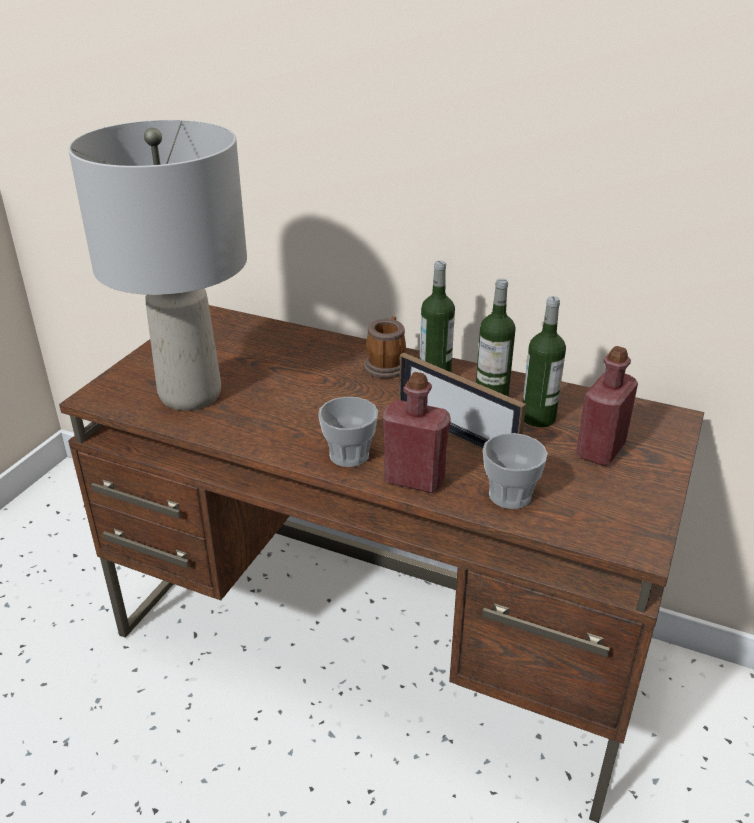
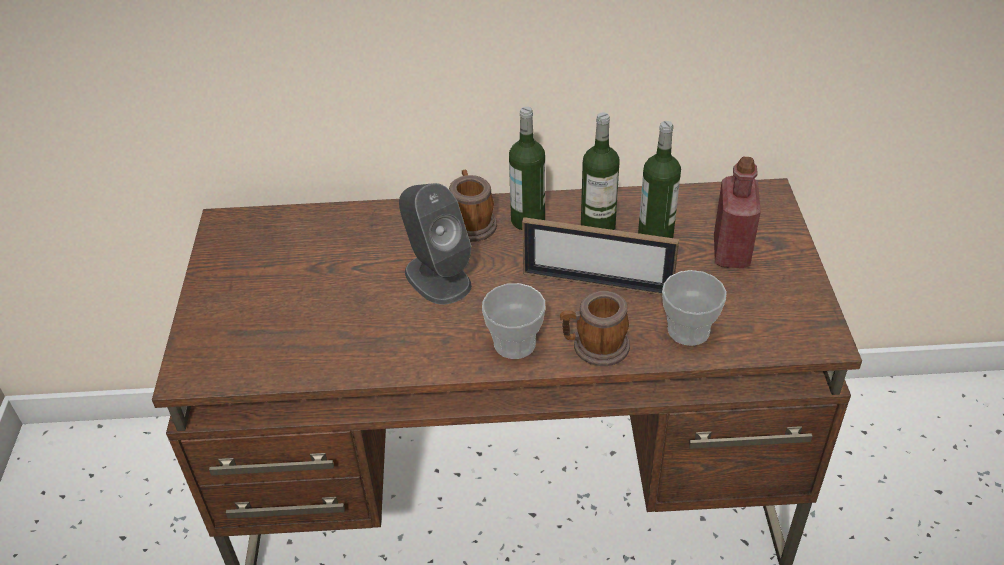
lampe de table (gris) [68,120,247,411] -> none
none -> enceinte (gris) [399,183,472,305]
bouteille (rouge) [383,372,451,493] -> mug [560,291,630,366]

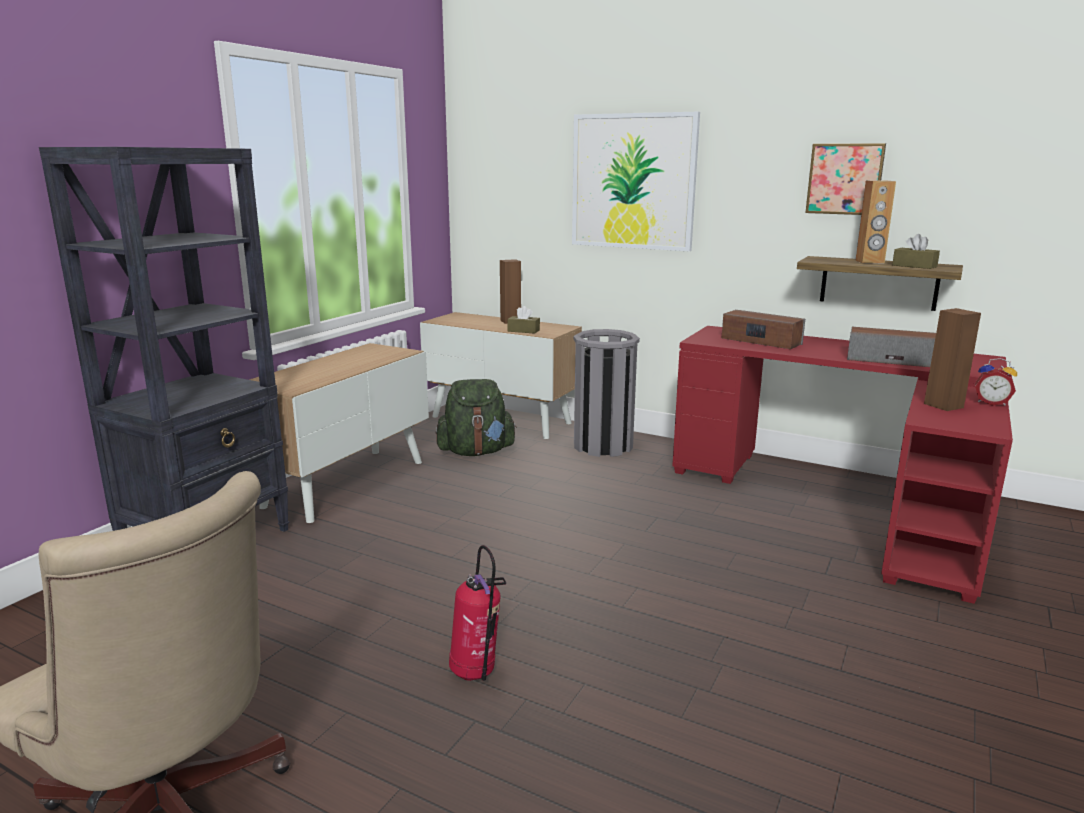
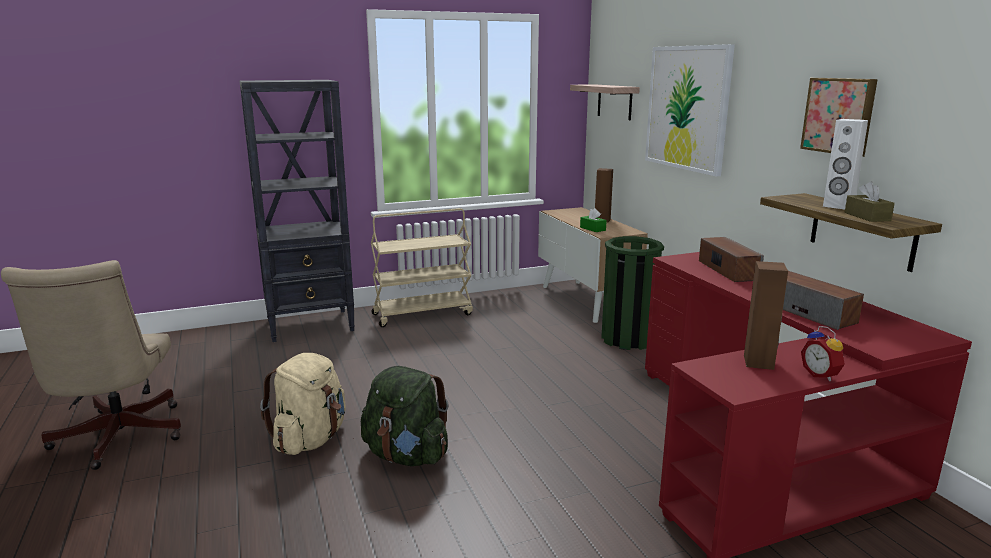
none -> étagère [570,84,640,120]
sac à dos (vert) [436,379,517,456] -> sac à dos (vert) [361,366,449,466], moved
meuble de rangement [249,343,429,523] -> chariot (beige) [371,208,473,327]
extincteur [449,545,506,681] -> sac à dos (beige) [260,353,346,455]
boîte à mouchoirs (marron) [507,306,540,333] -> boîte à mouchoirs (vert) [580,208,607,232]
poubelle (gris) [574,329,640,457] -> poubelle (vert) [601,236,664,350]
enceinte (marron) [855,181,896,263] -> enceinte (blanc) [823,119,868,209]

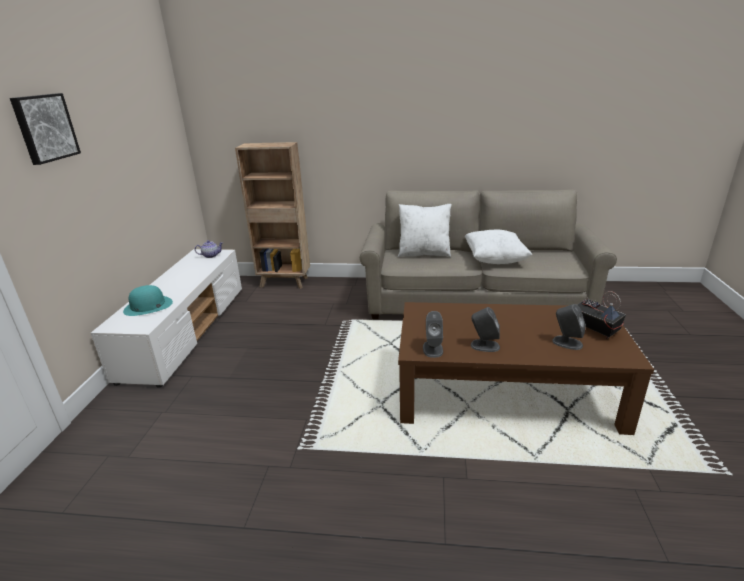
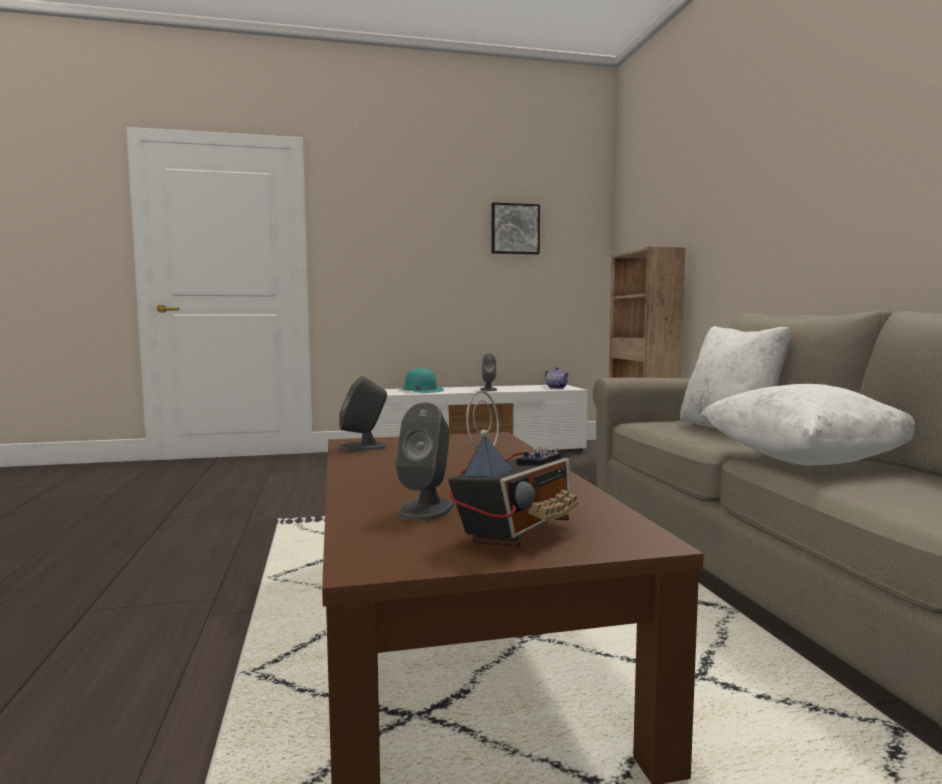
tableau [10,93,81,165] -> tableau [492,203,540,254], moved
enceinte (gris) [471,307,500,352] -> enceinte (gris) [480,354,497,391], moved

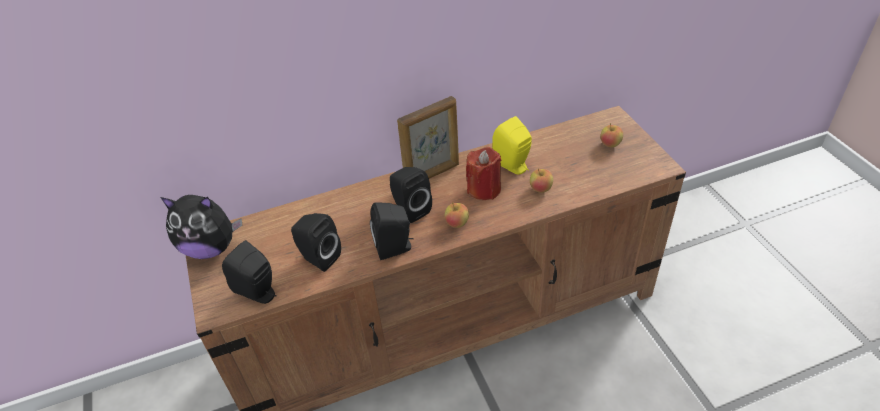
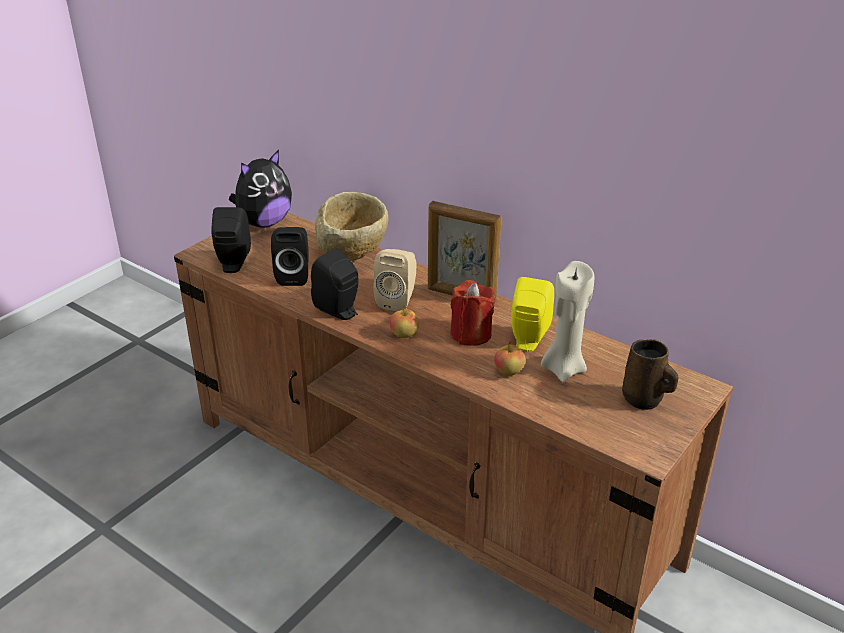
none -> bol (beige) [315,192,389,261]
none -> bougie (beige) [541,261,594,383]
pomme [601,123,623,147] -> mug (marron) [622,339,678,410]
enceinte (noir) [390,167,432,223] -> enceinte (beige) [374,249,416,312]
peluche [160,195,242,259] -> peluche [229,149,292,228], 105 degrees counterclockwise

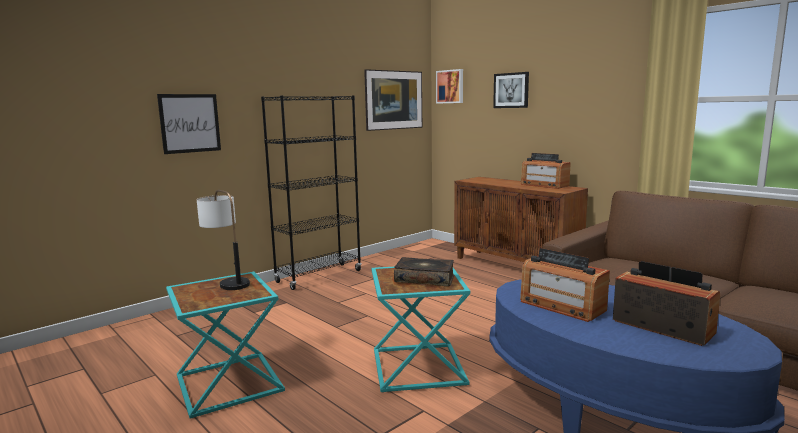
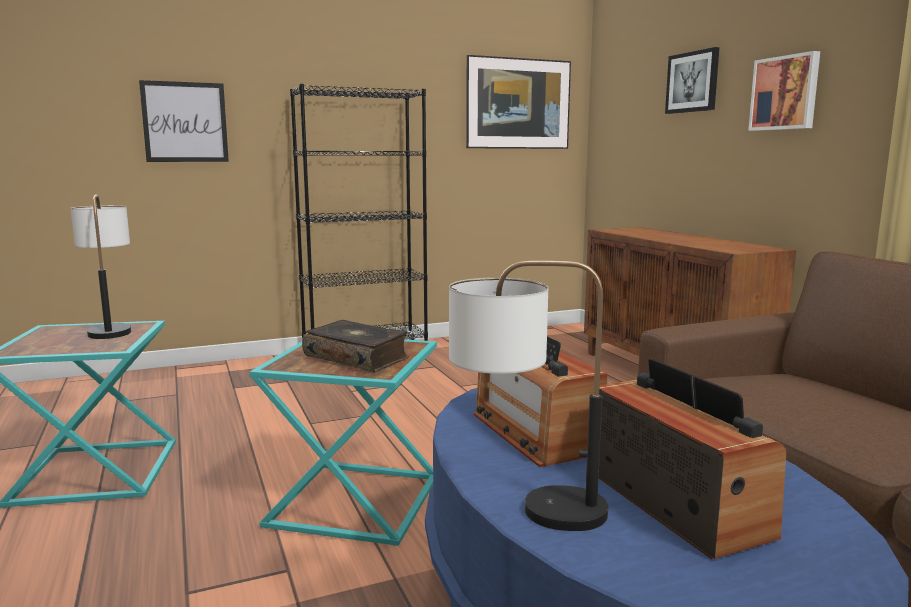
radio [521,153,571,189] -> none
none -> lampe de table [449,260,608,531]
tableau [436,69,463,104] -> tableau [748,51,820,131], moved

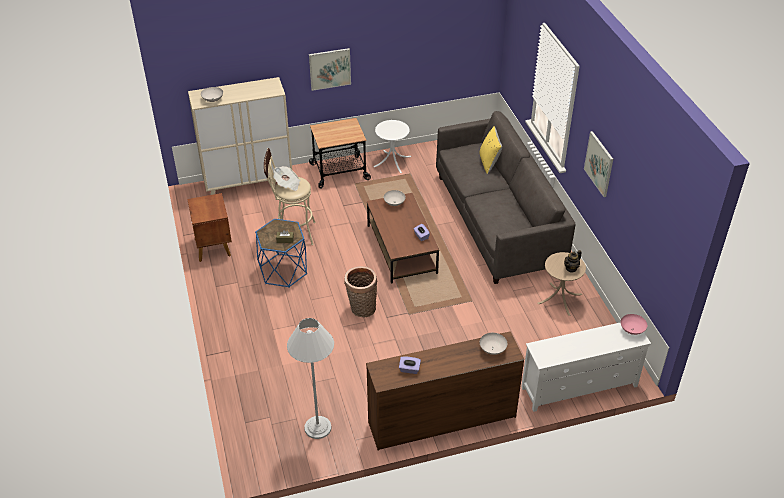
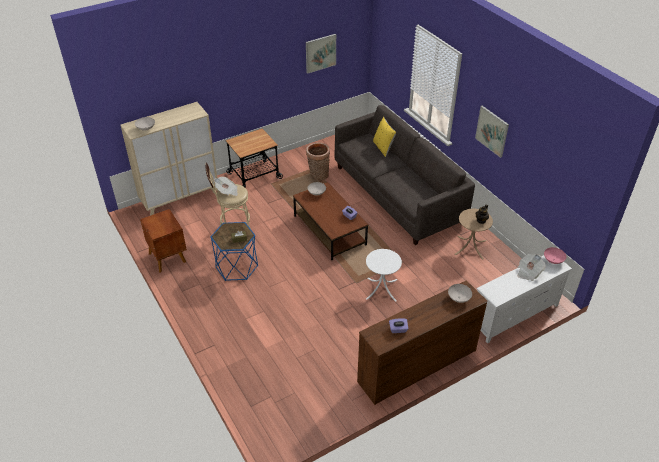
lampadaire (blanc) [287,318,334,439] -> none
none -> journal [517,254,545,281]
tableau [309,48,351,91] -> tableau [306,34,336,74], moved
panier [344,266,377,317] -> panier [306,143,330,180], moved
table d'appoint (blanc) [373,120,411,173] -> table d'appoint (blanc) [366,249,402,302], moved

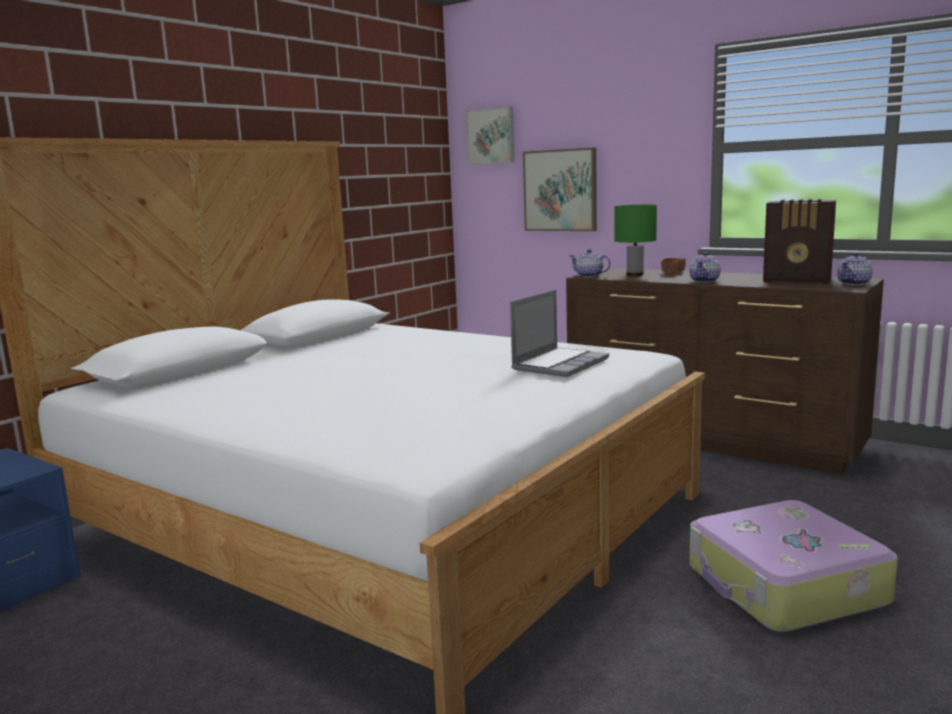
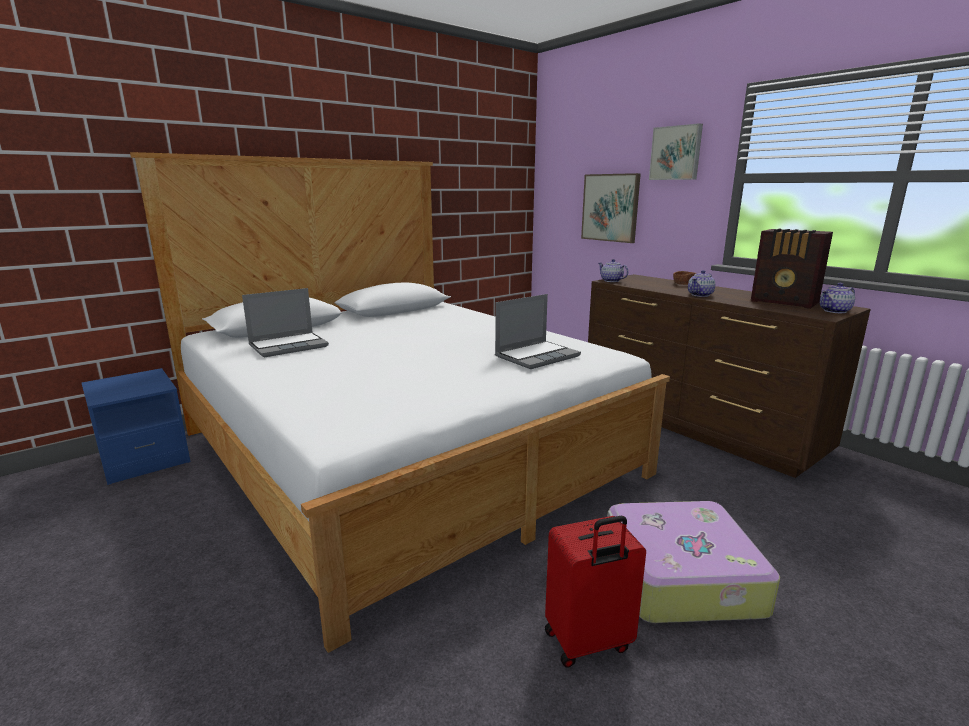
lampe de table (vert) [614,205,657,276] -> none
none -> ordinateur portable [242,288,329,357]
none -> valise (rouge) [545,516,646,668]
tableau [466,106,515,164] -> tableau [649,123,703,180], moved

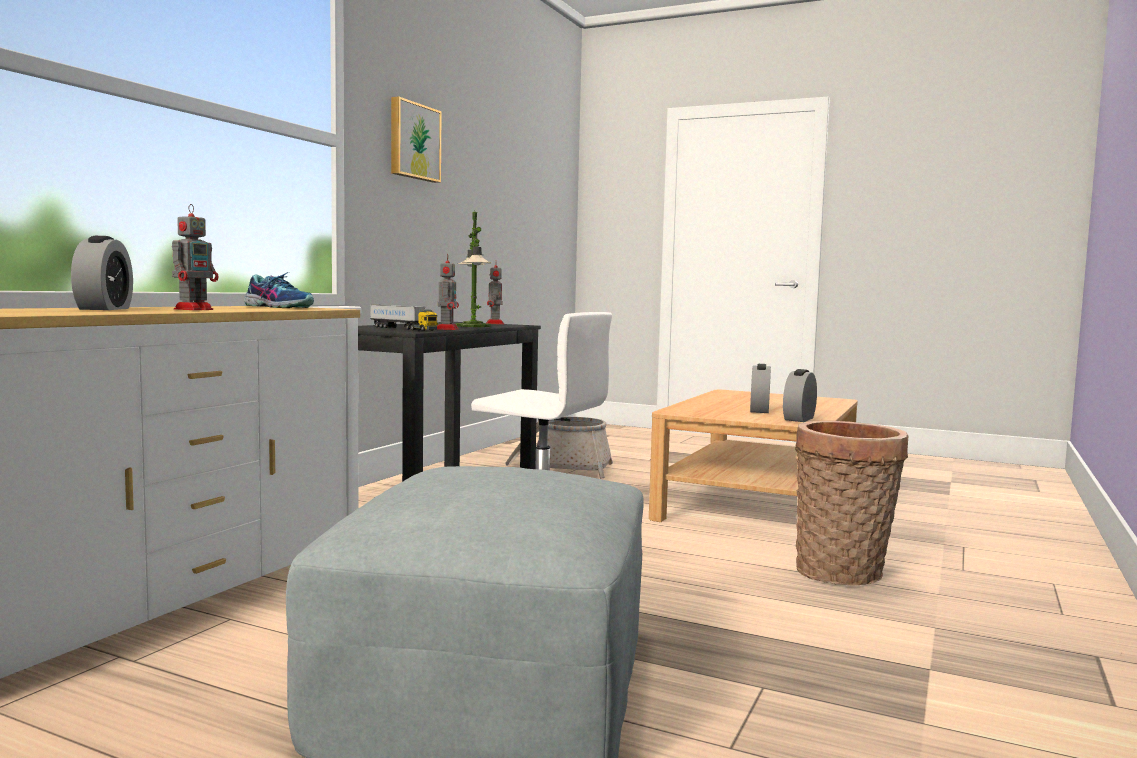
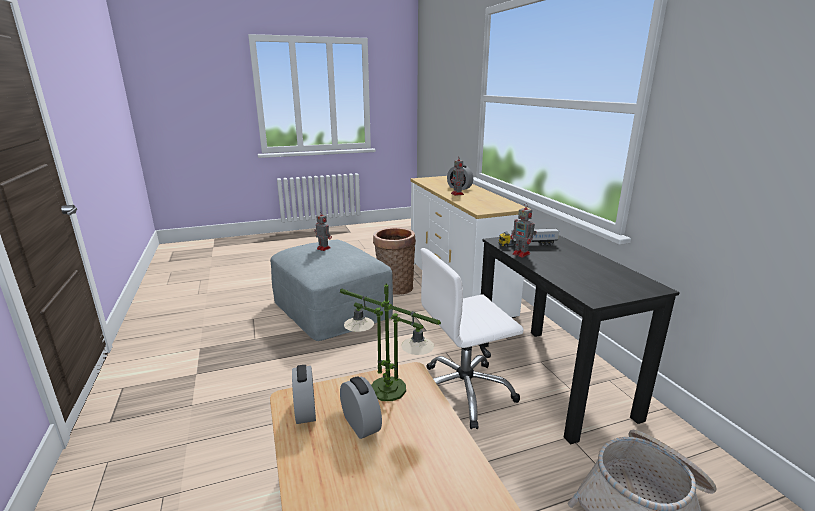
chaussure [244,272,314,308] -> none
tableau [391,96,442,183] -> none
lampe de table [455,210,491,327] -> lampe de table [340,284,441,401], moved
robot jouet [486,265,504,325] -> robot jouet [314,211,332,251], moved
panier [795,421,908,586] -> panier [373,228,416,295], moved

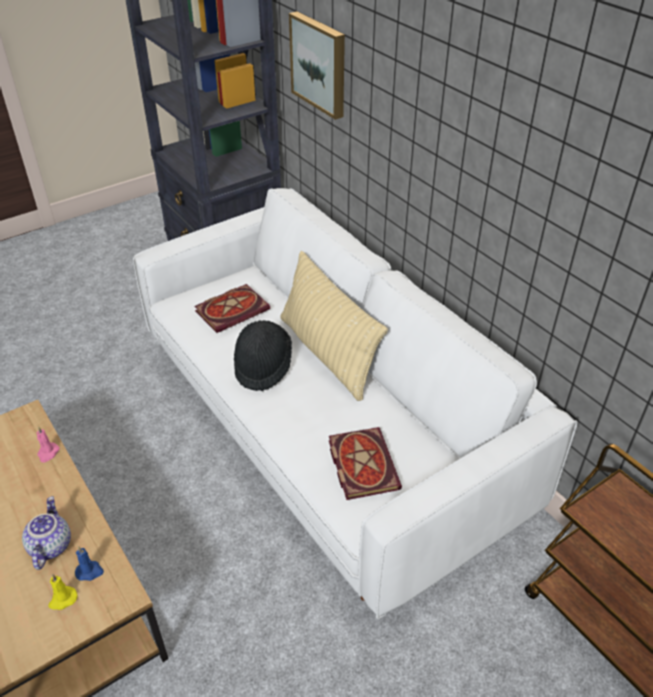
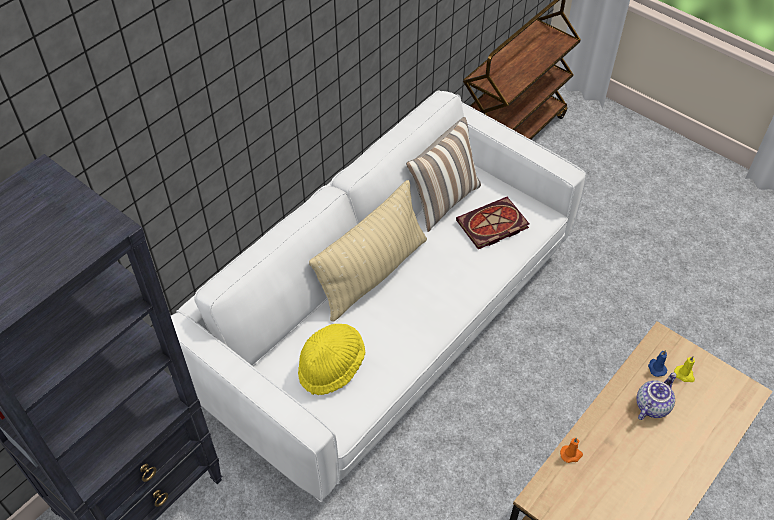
chapeau (noir) [234,320,292,391] -> none
tableau [289,11,345,120] -> none
none -> coussin [406,117,481,232]
livre [194,284,270,333] -> chapeau (jaune) [298,324,365,395]
bougie (rose) [36,427,60,463] -> bougie (orange) [560,437,583,463]
théière [22,496,71,570] -> théière [636,373,677,420], 150 degrees clockwise

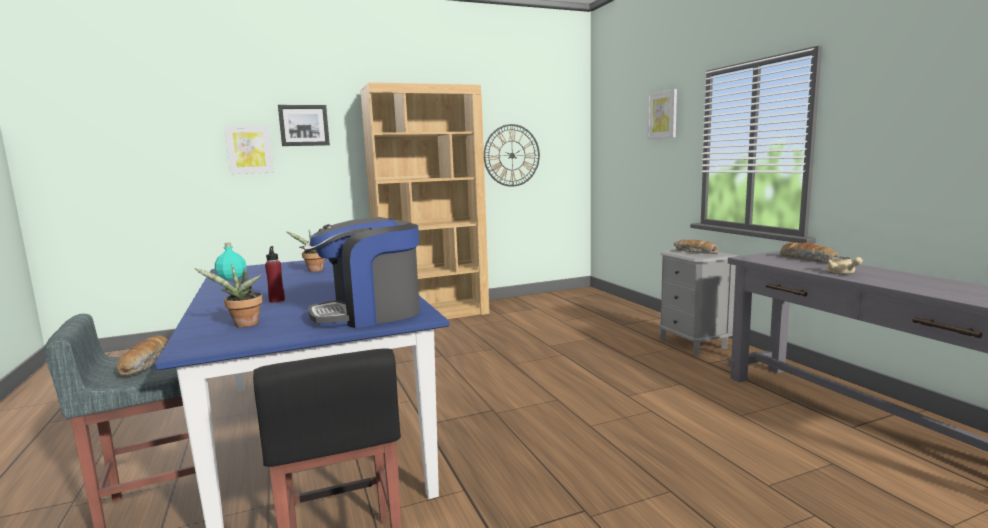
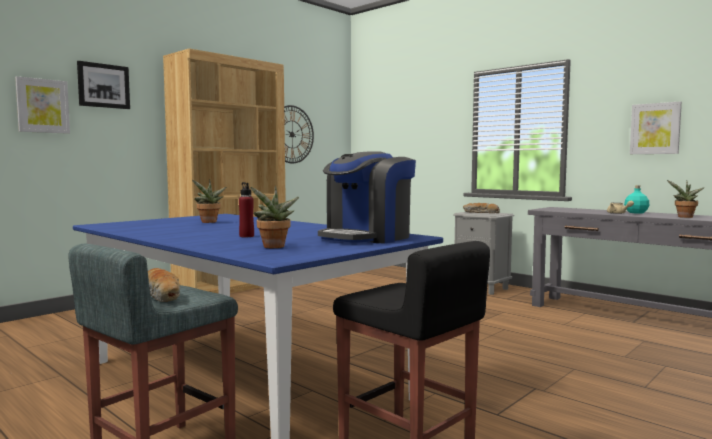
pain [780,242,838,262] -> none
none -> plante en pot [667,180,705,218]
bouteille (turquoise) [215,243,247,280] -> bouteille (turquoise) [624,185,649,214], moved
tableau [647,89,677,139] -> tableau [630,101,682,154], moved

